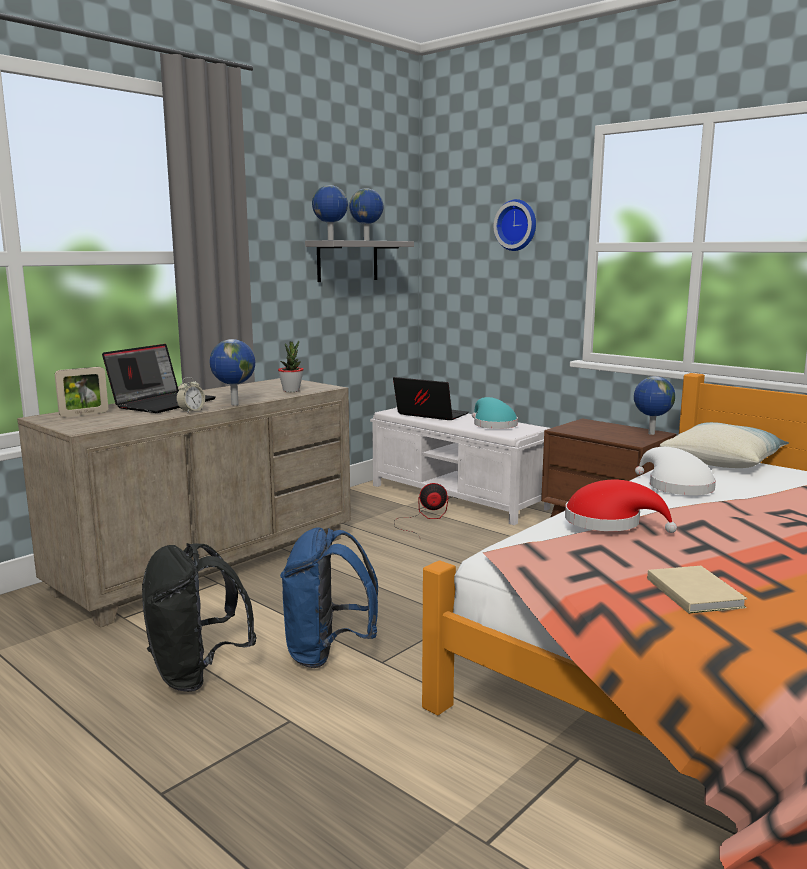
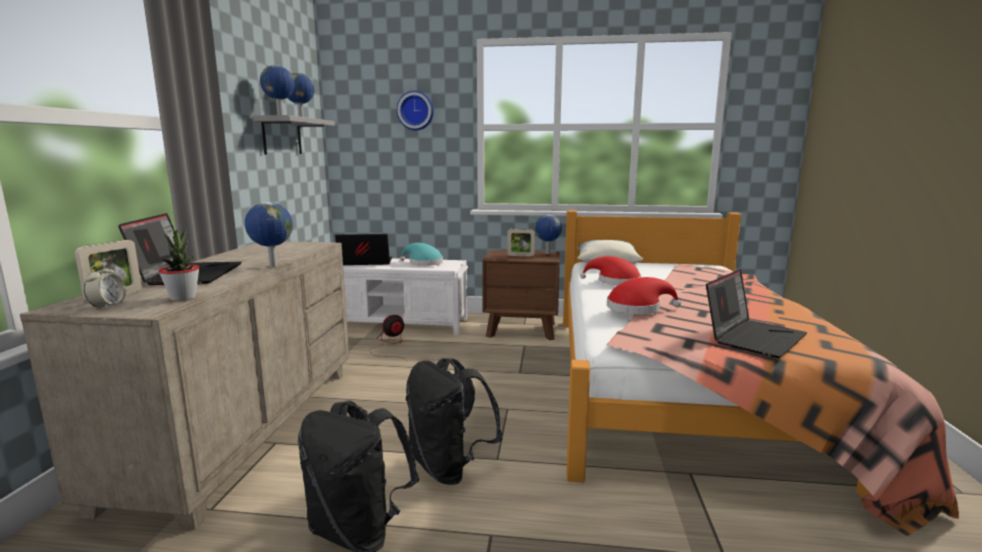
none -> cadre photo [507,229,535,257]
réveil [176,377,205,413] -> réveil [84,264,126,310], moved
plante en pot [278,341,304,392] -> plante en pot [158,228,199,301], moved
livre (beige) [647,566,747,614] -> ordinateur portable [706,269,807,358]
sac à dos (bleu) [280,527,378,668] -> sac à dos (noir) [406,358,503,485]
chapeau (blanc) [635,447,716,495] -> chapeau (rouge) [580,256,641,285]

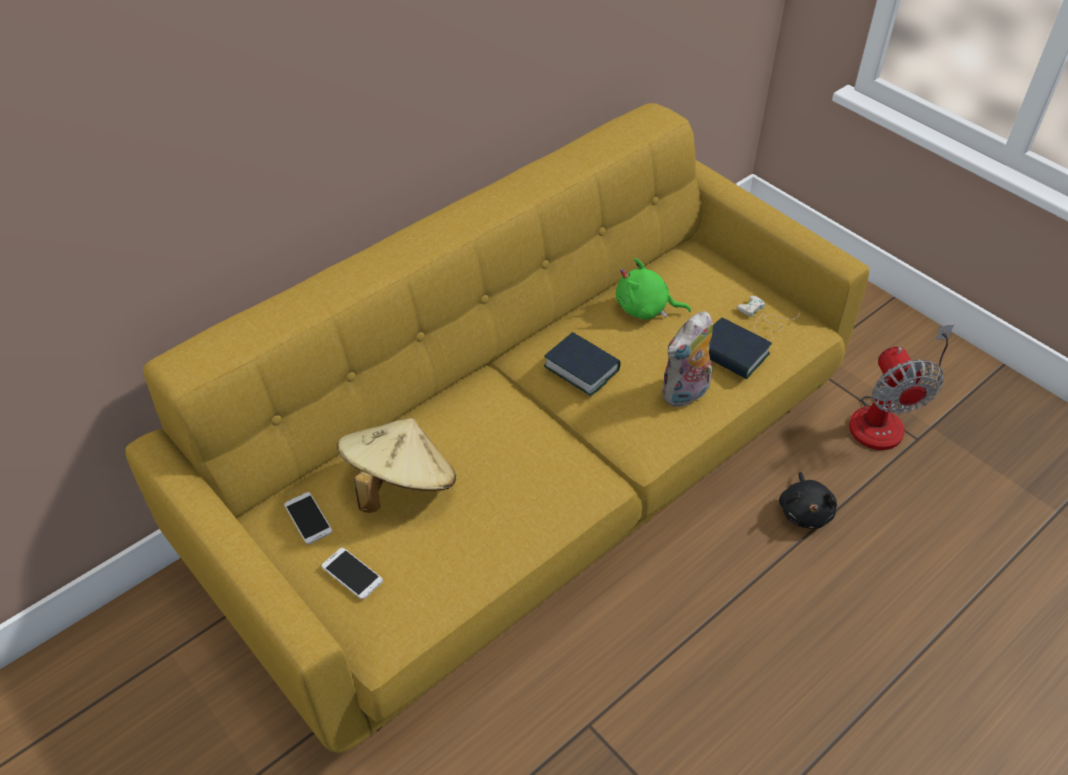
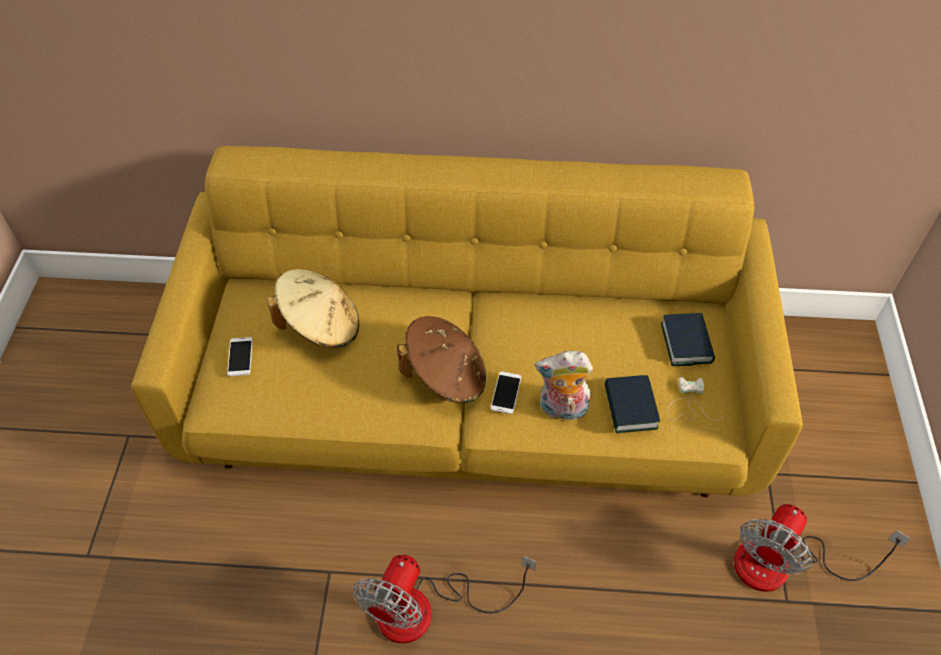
peluche (vert) [616,258,691,320] -> none
peluche (noir) [779,472,837,529] -> none
none -> ventilateur [353,555,537,643]
none -> chapeau (marron) [397,316,486,403]
téléphone [284,492,332,544] -> téléphone [491,371,522,414], moved
livre [544,332,621,396] -> livre [661,313,715,366], moved

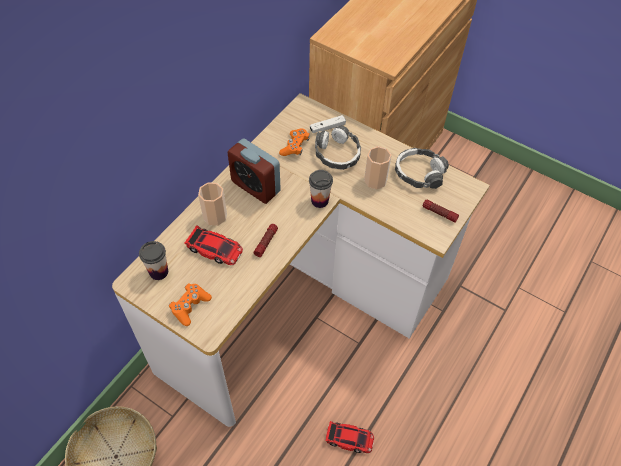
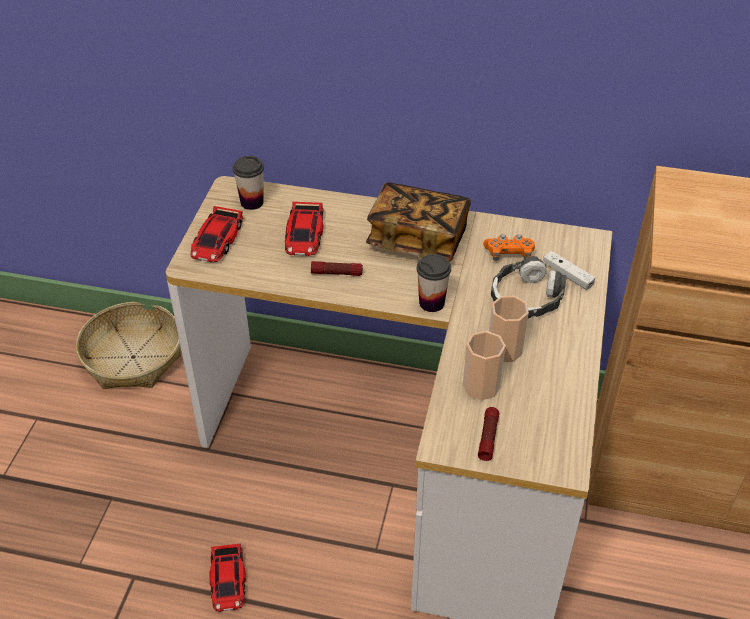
casque audio [395,148,449,189] -> none
tasse [198,182,227,226] -> tasse [463,331,506,400], moved
manette (orange) [169,283,212,326] -> petite voiture [190,206,243,262]
réveil [227,138,281,204] -> livre [366,182,471,262]

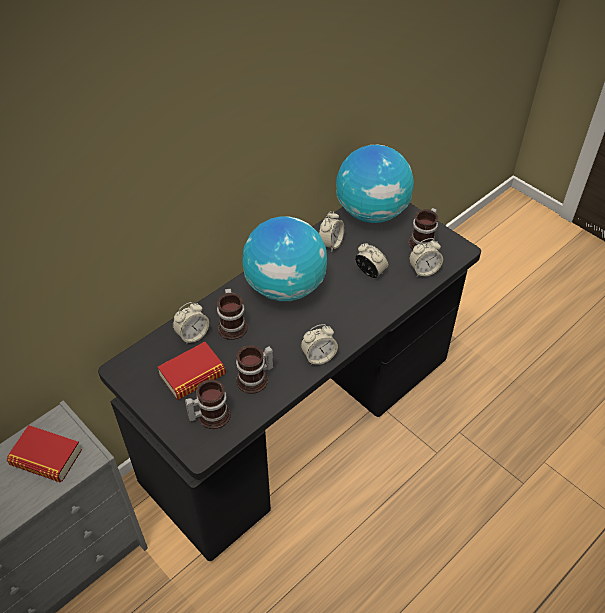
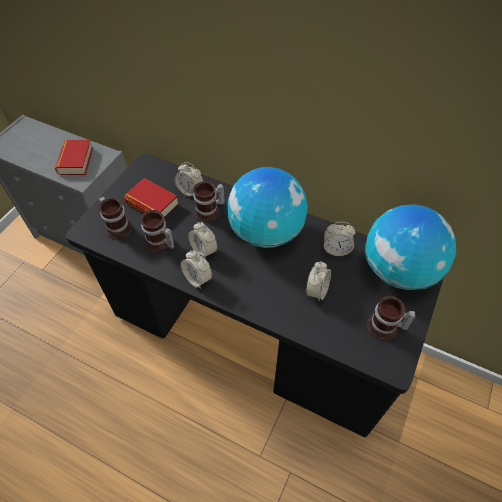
réveil [409,238,443,277] -> réveil [189,222,218,259], moved

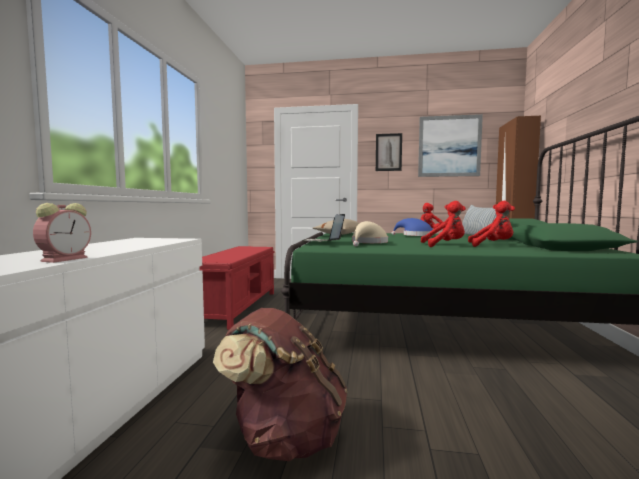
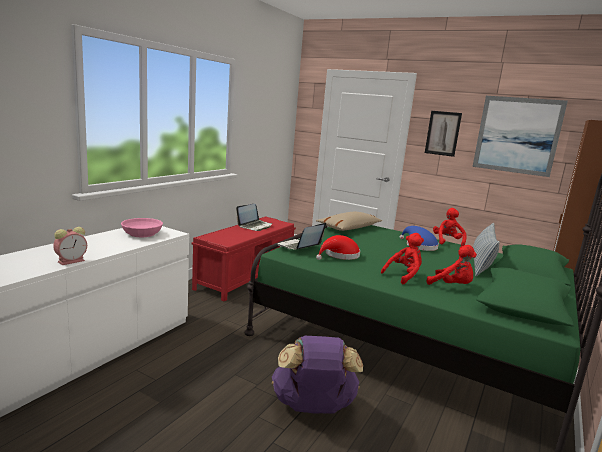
sac à dos (marron) [213,308,347,461] -> none
none -> bol (rose) [121,218,163,237]
none -> ordinateur portable [236,204,273,231]
none -> sac à dos (violet) [272,336,363,414]
chapeau (beige) [352,221,388,246] -> chapeau (rouge) [316,235,360,260]
peluche (rouge) [421,201,466,247] -> peluche (rouge) [381,233,424,284], 60 degrees counterclockwise

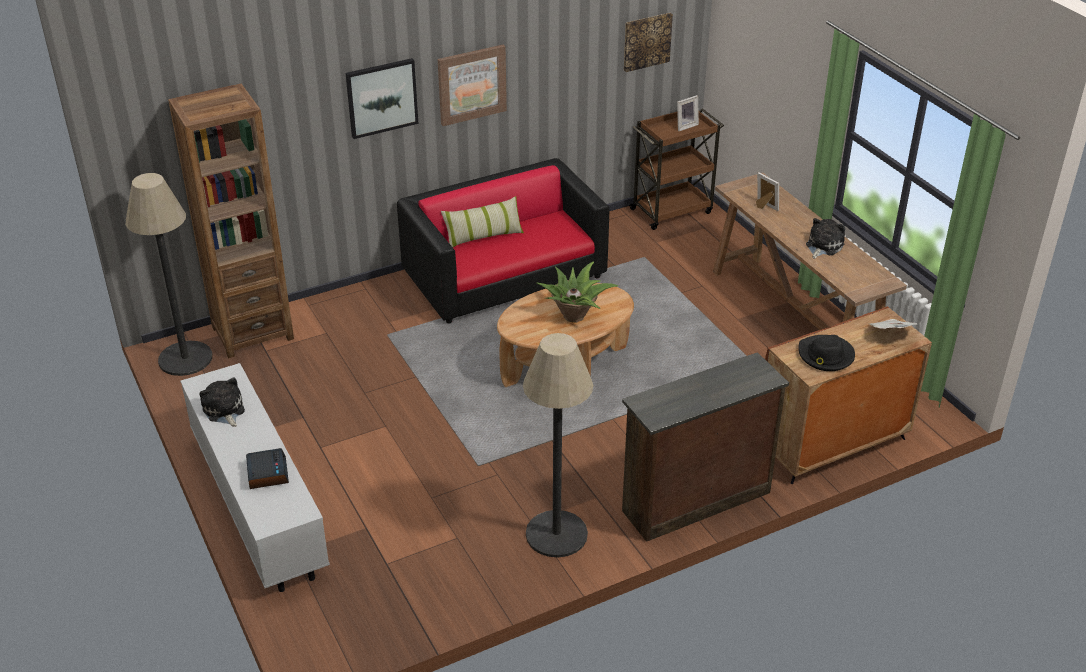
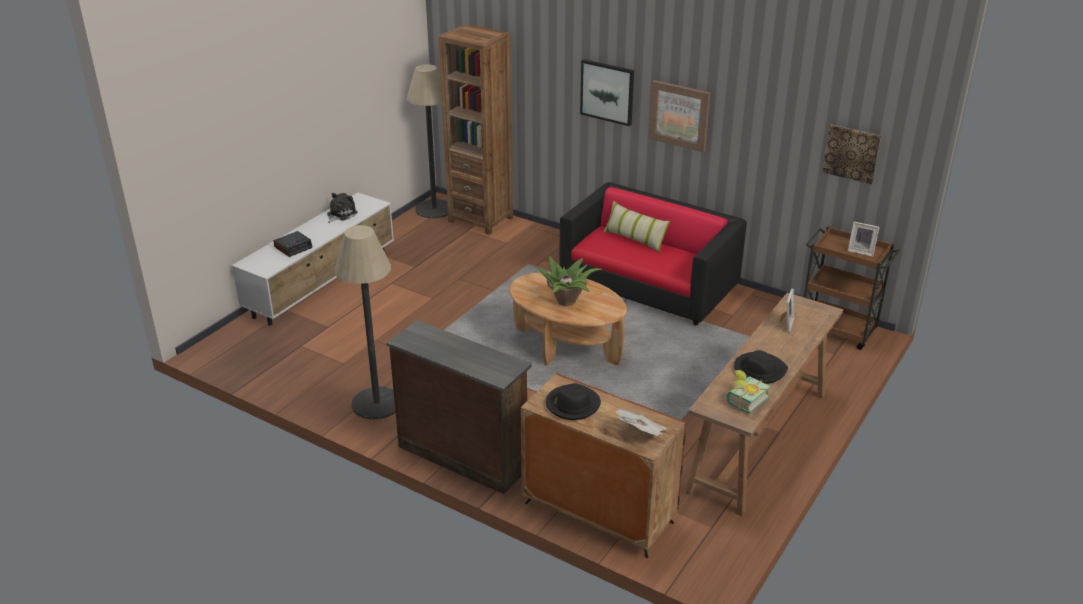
none -> livre [727,370,771,414]
peluche [806,218,845,259] -> chapeau (noir) [734,350,788,384]

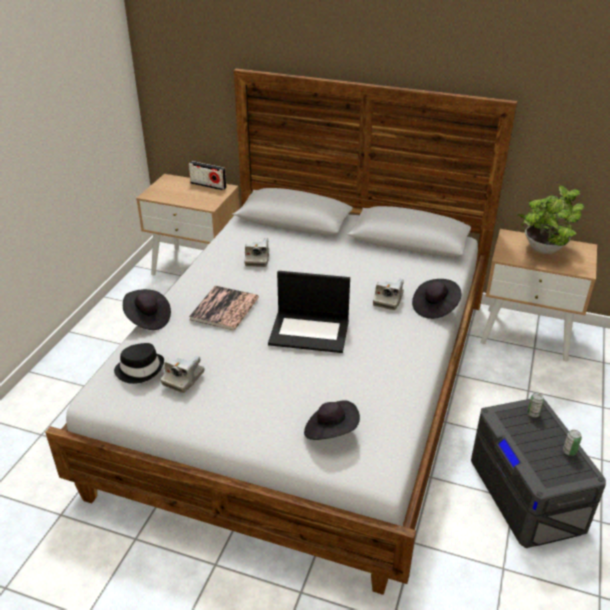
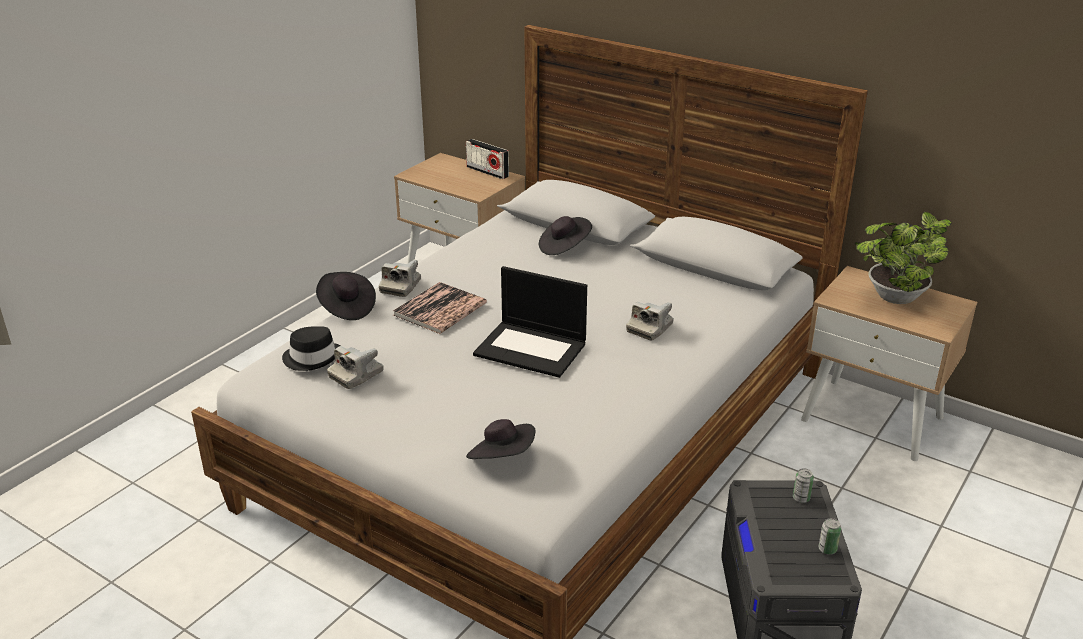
appareil photo [245,238,269,267] -> appareil photo [379,260,421,297], moved
chapeau (noir) [412,279,461,319] -> chapeau (noir) [539,216,592,255], moved

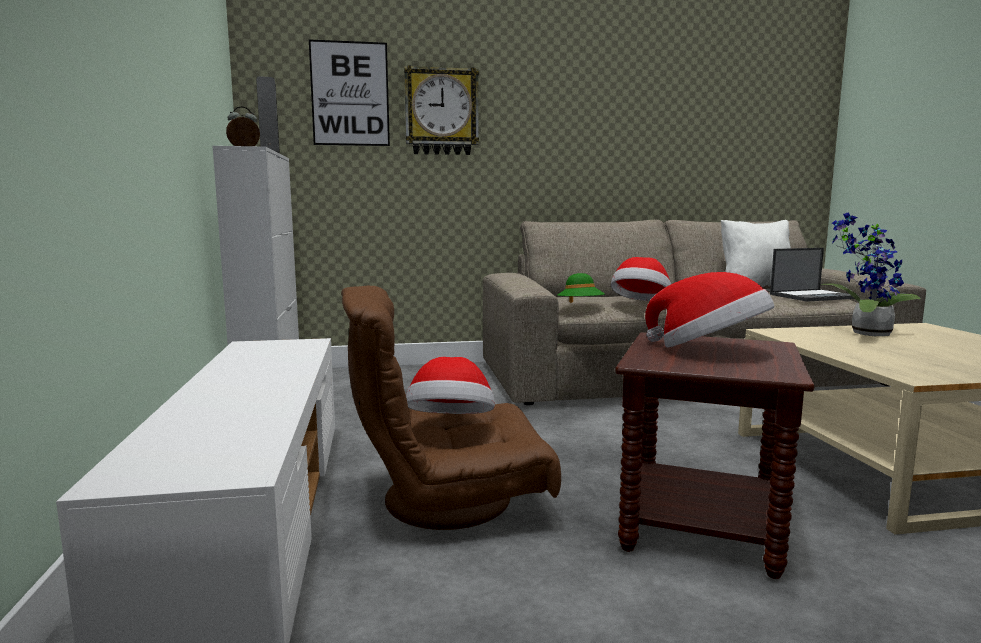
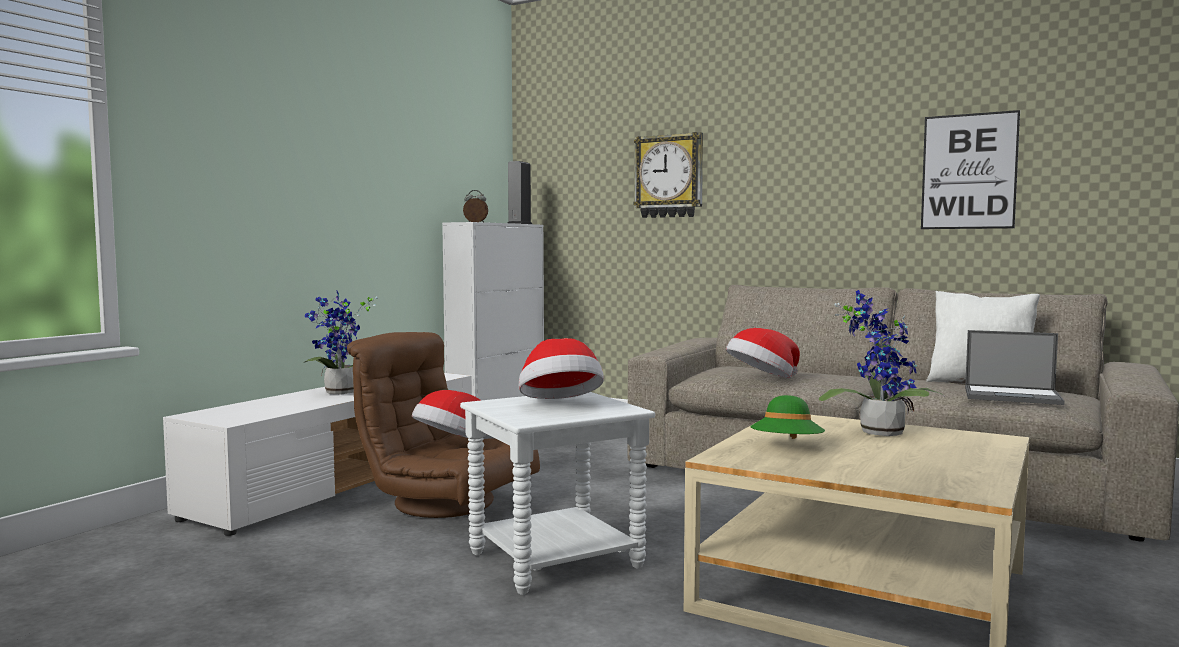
none -> plante en pot [305,291,378,394]
tableau [309,39,390,146] -> tableau [921,110,1020,229], moved
chapeau (vert) [557,273,605,303] -> chapeau (vert) [750,395,825,439], moved
table d'appoint (marron) [615,332,814,579] -> table d'appoint (blanc) [460,392,655,595]

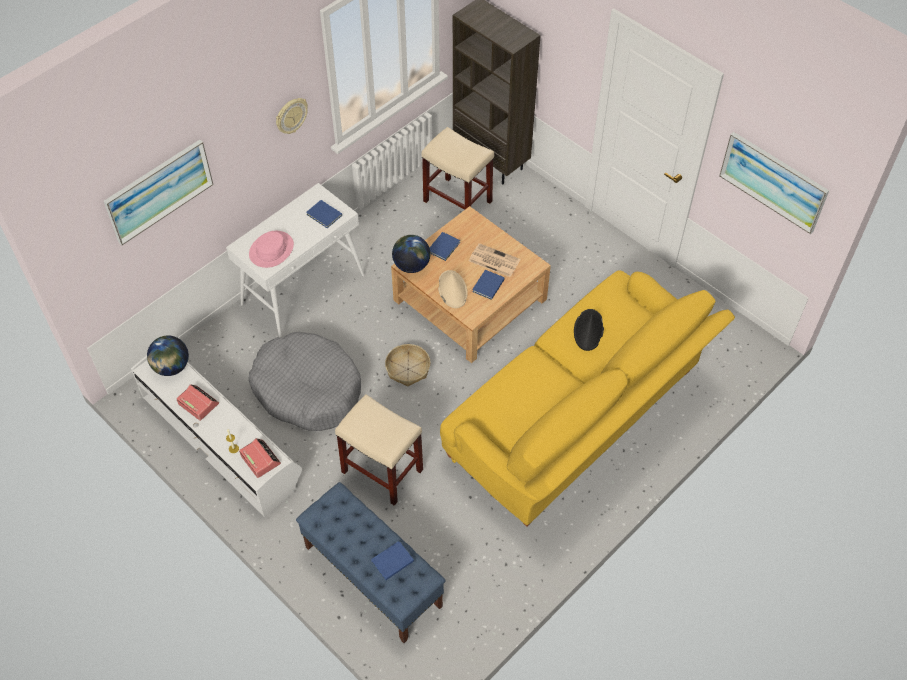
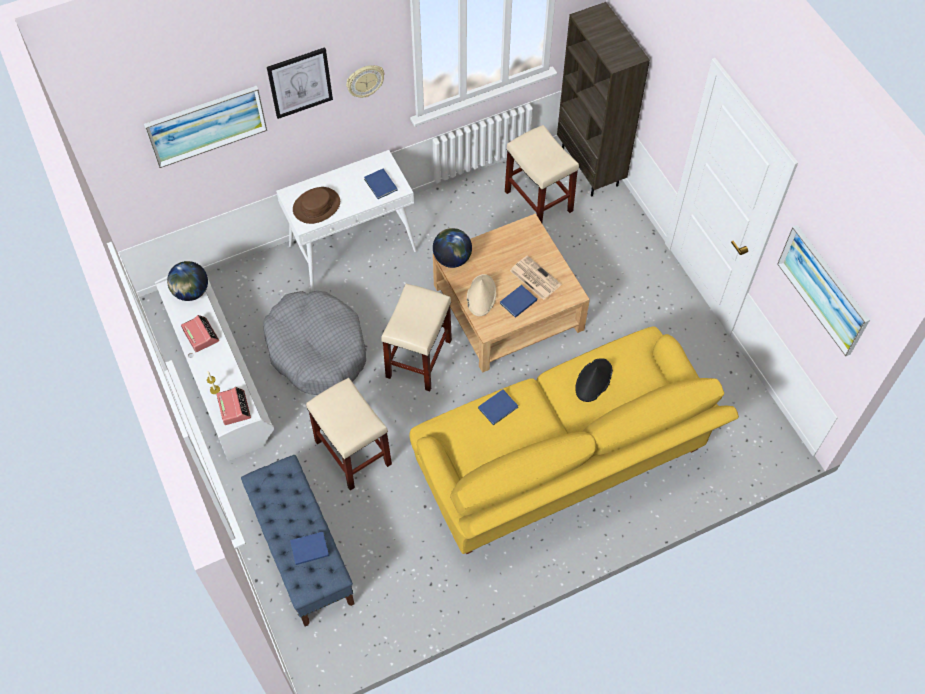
none -> tableau [267,47,333,119]
livre (bleu) [430,232,460,261] -> livre (bleu) [478,389,518,425], moved
panier [385,344,430,387] -> tabouret (beige) [381,284,452,392]
chapeau (rose) [249,231,294,268] -> chapeau (marron) [293,187,340,224]

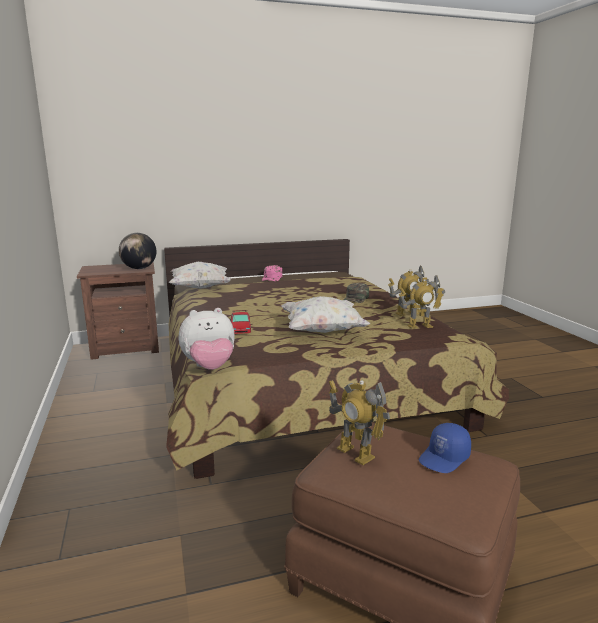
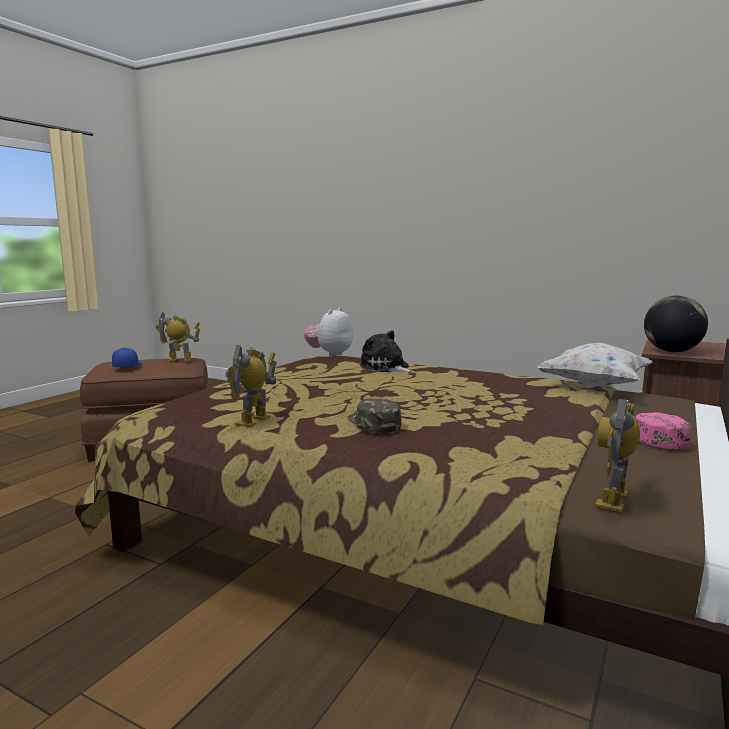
coussin (blanc) [281,296,370,333] -> none
robot jouet [399,275,445,329] -> robot jouet [595,399,640,512], moved
petite voiture [231,310,251,334] -> peluche [360,330,414,373]

